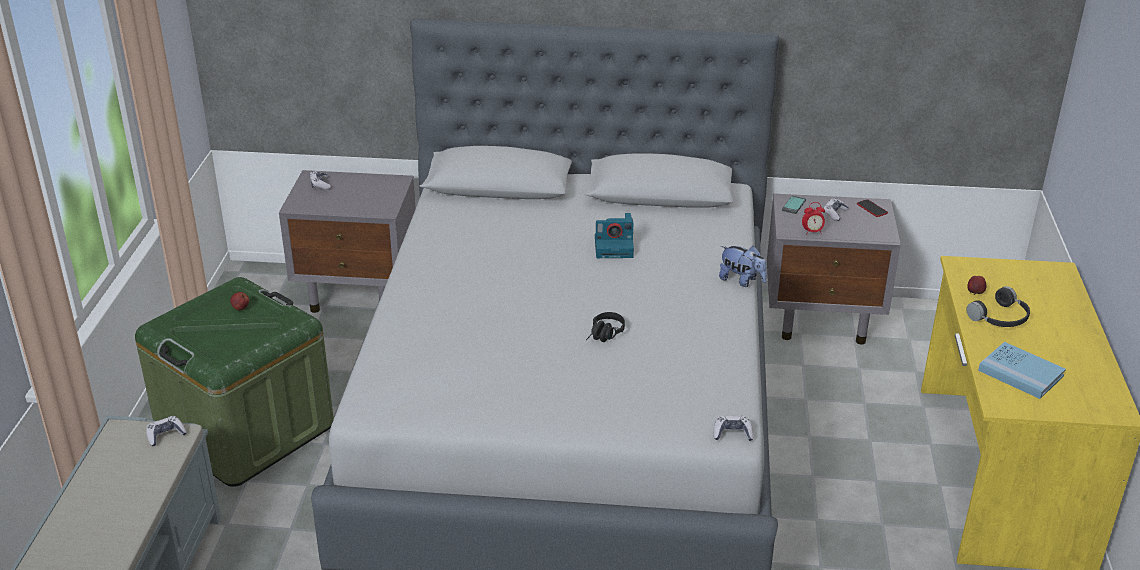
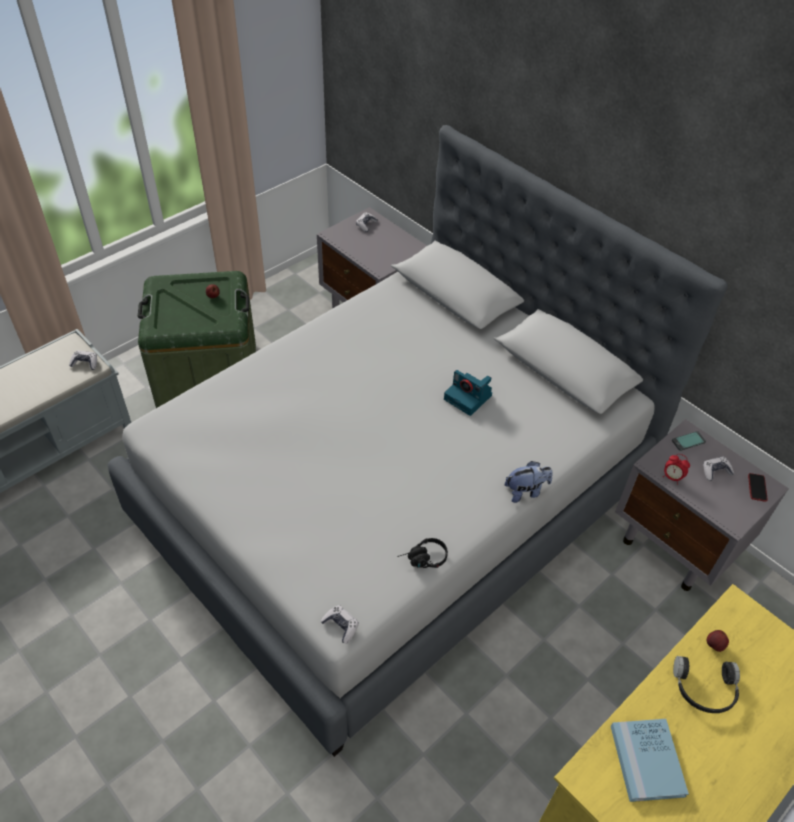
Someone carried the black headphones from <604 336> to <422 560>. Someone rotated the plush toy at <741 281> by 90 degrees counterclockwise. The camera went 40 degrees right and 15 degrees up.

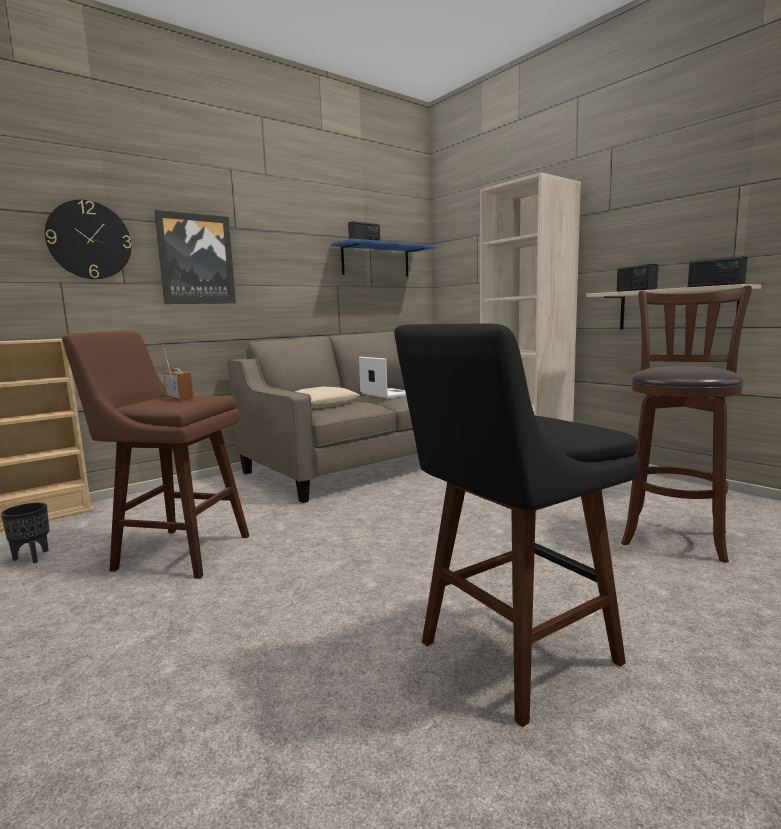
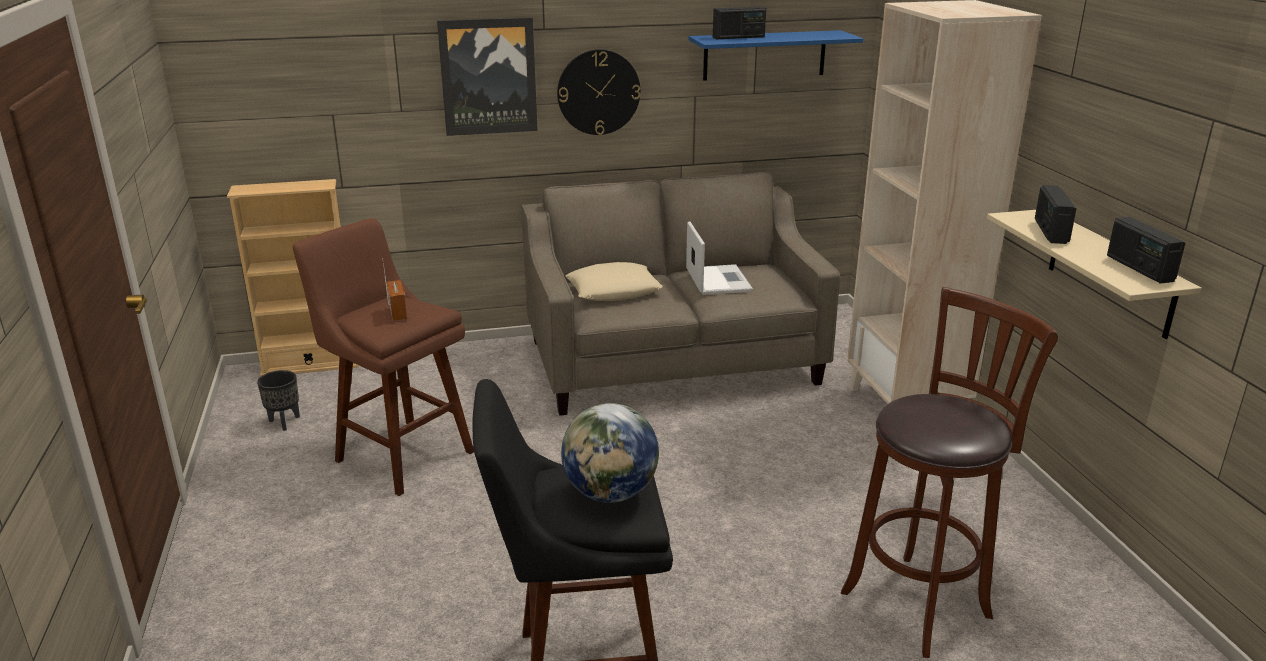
Someone put down the globe at <611 493>. Someone carried the wall clock from <89 240> to <598 92>. The camera went 25 degrees right and 15 degrees up.

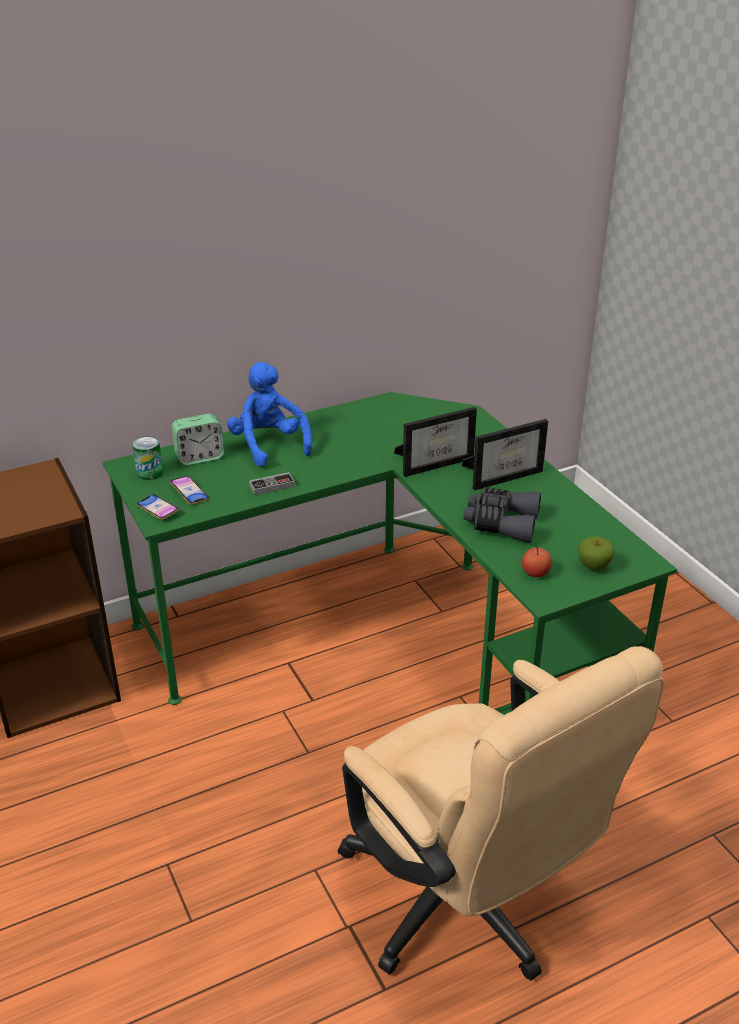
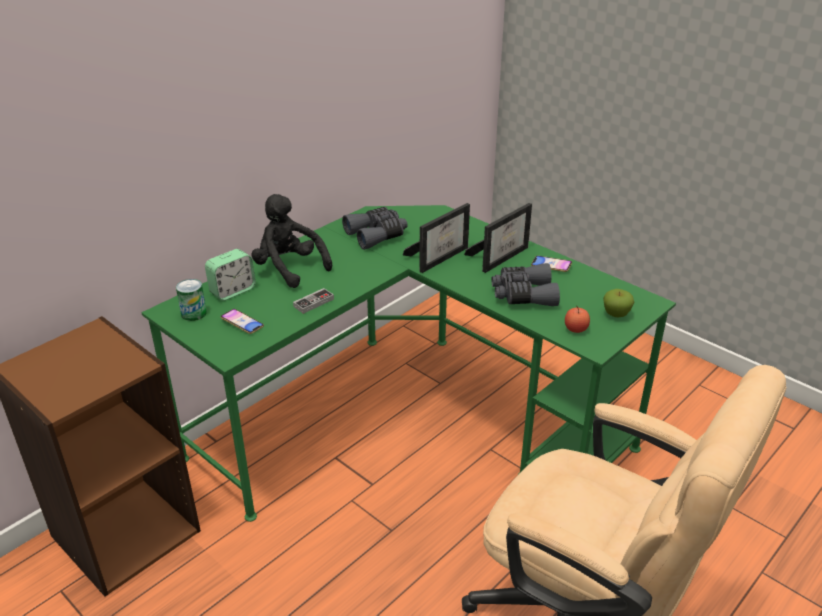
Someone put down the grey binoculars at <377 235>. Someone carried the phone from <158 510> to <551 266>. Someone repainted the blue plush toy at <269 445>, which became the black plush toy at <289 268>. The camera went 20 degrees left and 0 degrees up.

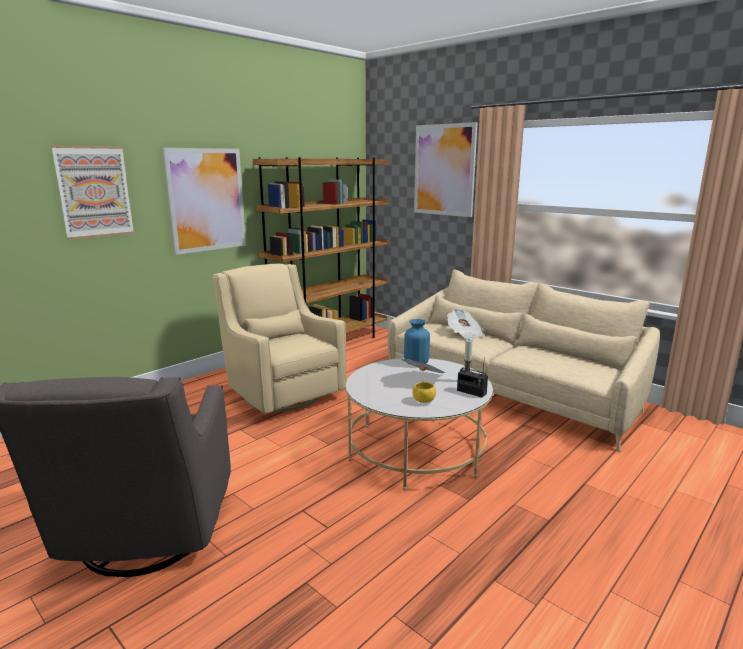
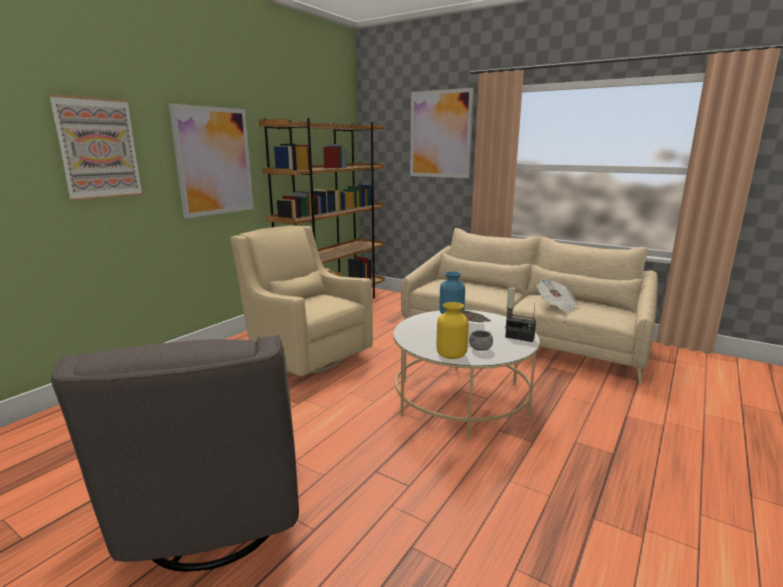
Someone put down the yellow vase at <451 355>. Someone carried the newspaper from <464 334> to <556 306>. Someone repainted the yellow bowl at <423 400>, which became the grey bowl at <480 349>. The camera went 10 degrees left and 0 degrees up.

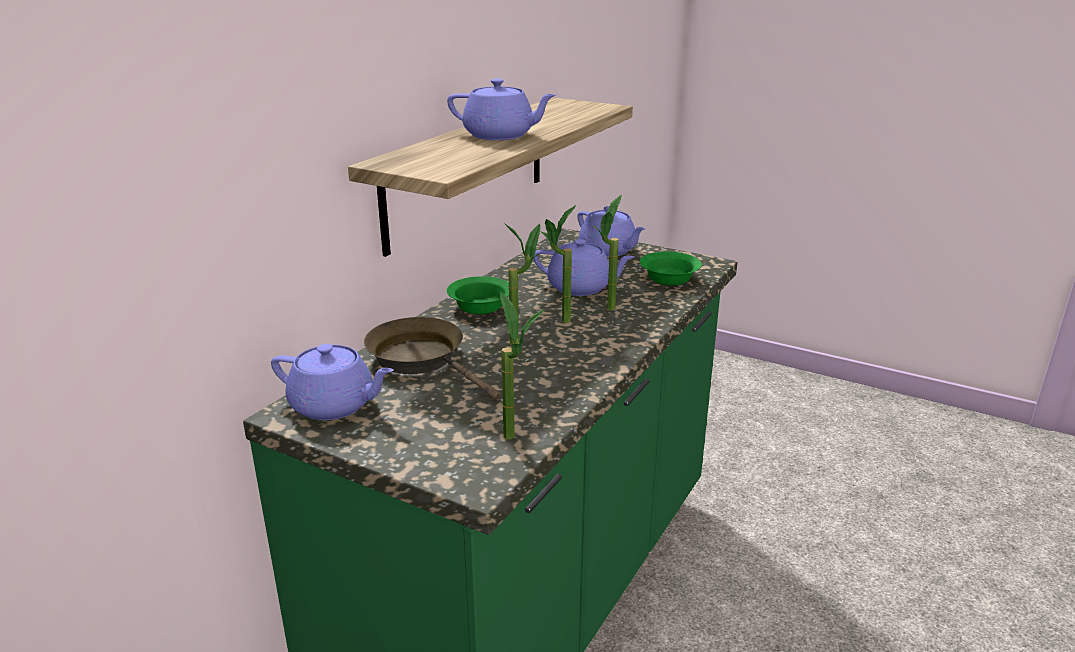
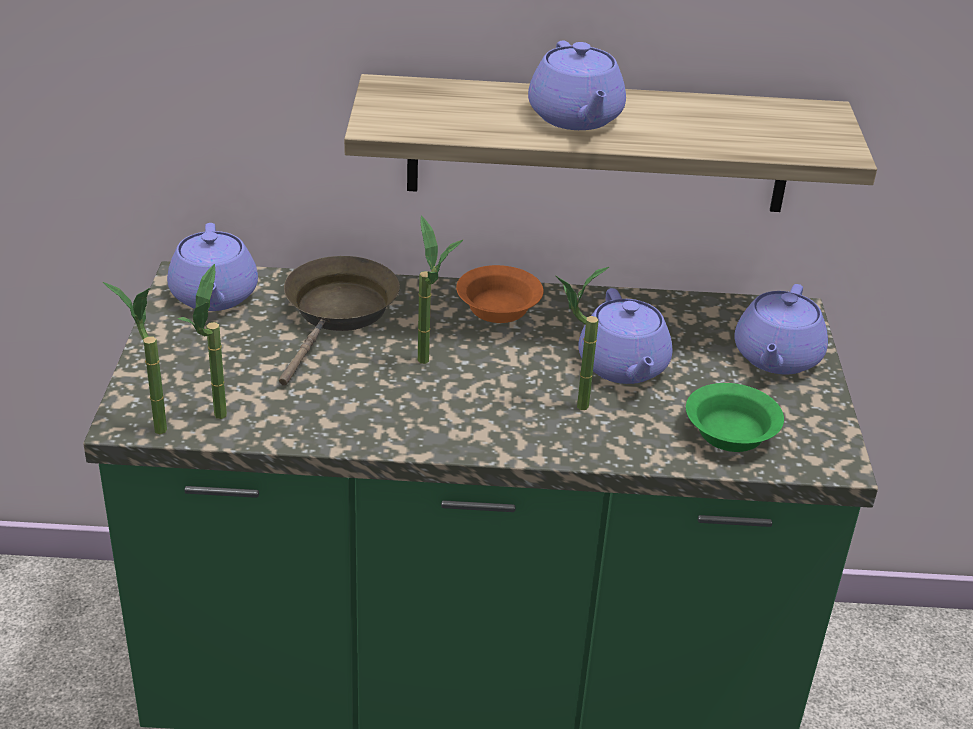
Someone carried the potted plant from <558 323> to <150 425>. Someone repainted the green bowl at <482 306>, which became the orange bowl at <499 310>. The camera went 60 degrees right and 10 degrees up.

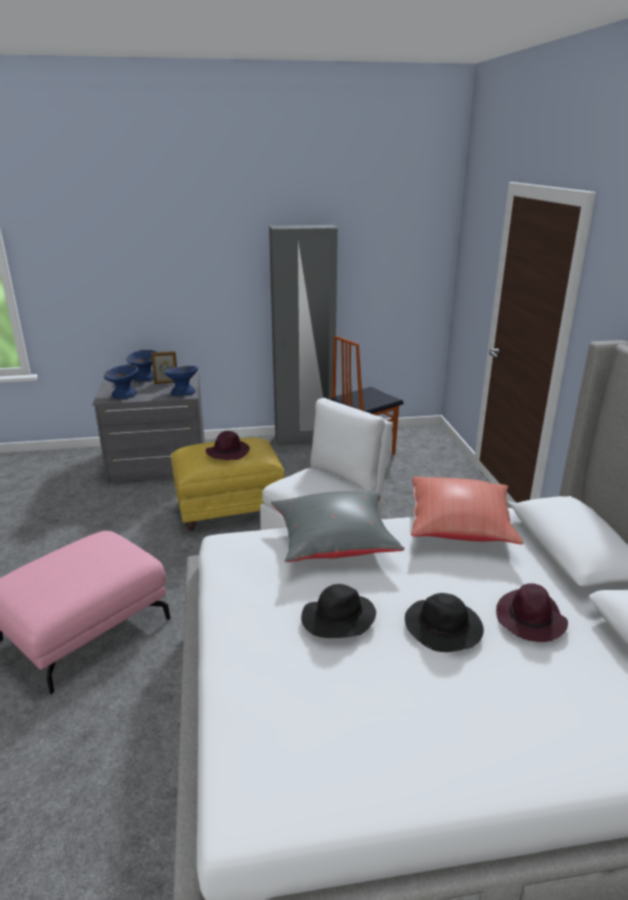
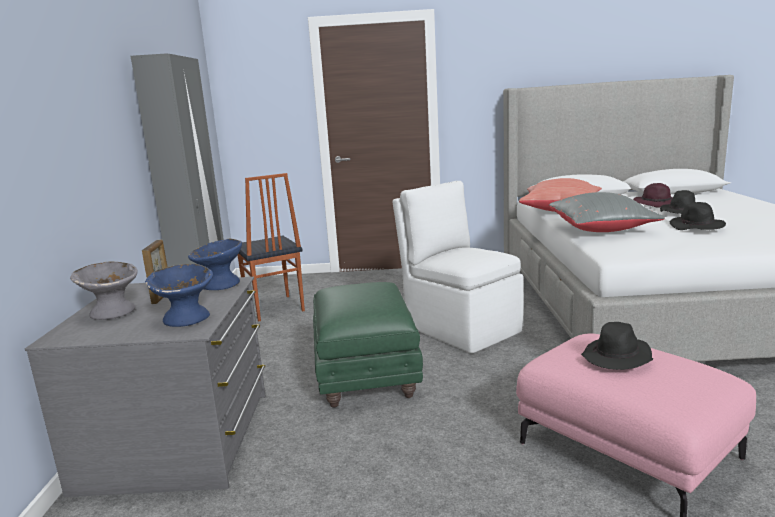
Someone took away the purple hat at <228 452>. Someone put down the black hat at <617 358>. Someone repainted the blue bowl at <145 377>, which became the grey bowl at <113 312>. Someone repainted the yellow ottoman at <229 508>, which became the green ottoman at <365 375>. The camera went 80 degrees left and 10 degrees down.

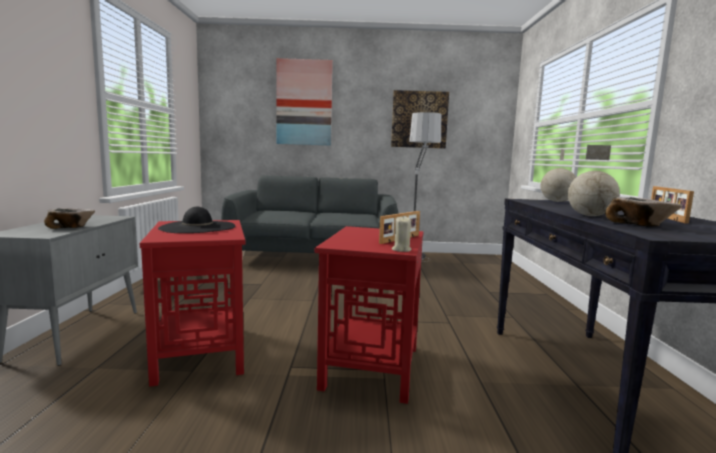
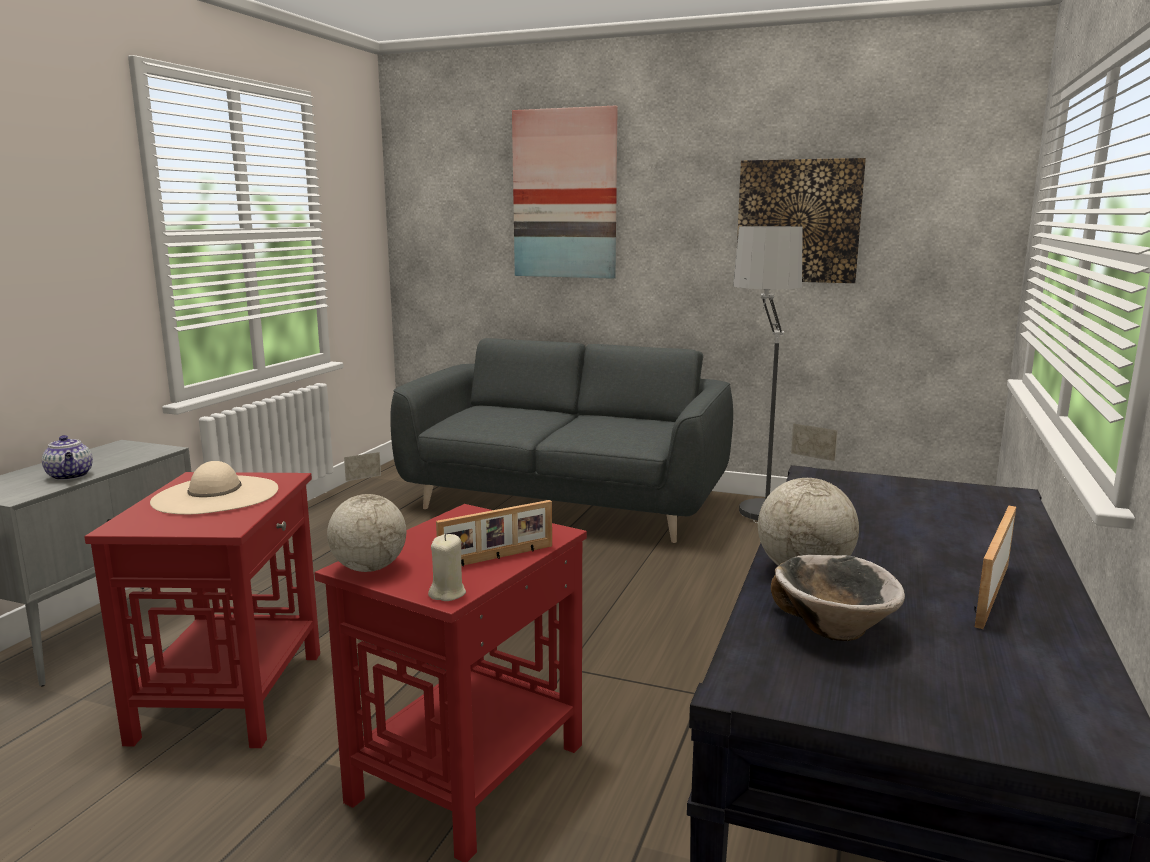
Someone carried the globe from <556 201> to <368 568>. Someone swapped the bowl at <72 227> for the teapot at <70 476>. Someone repainted the black hat at <198 227>, which became the beige hat at <216 495>. The camera went 20 degrees right and 5 degrees up.

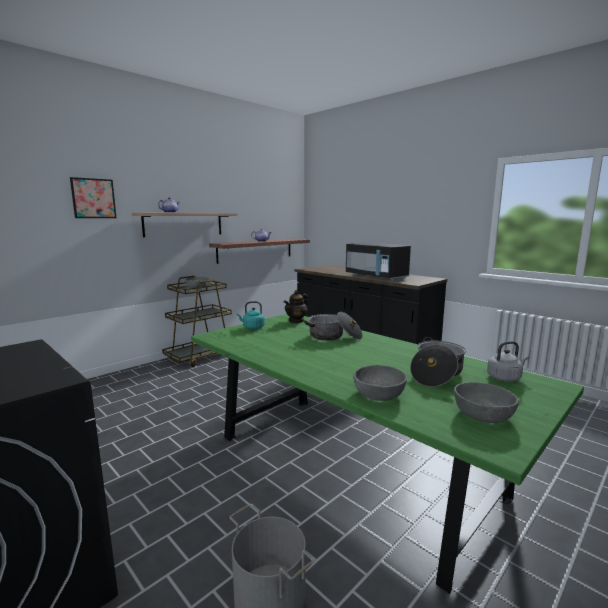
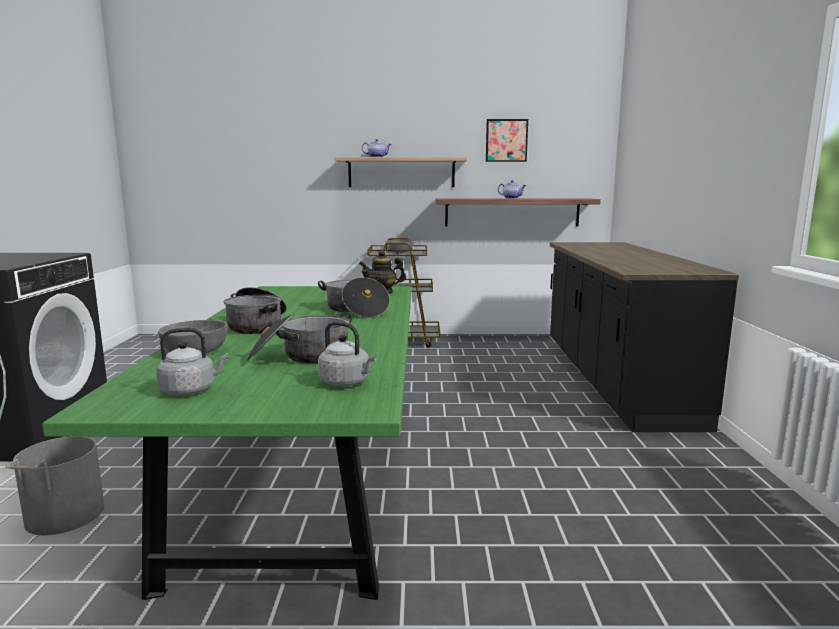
Someone took away the turquoise kettle at <252 327>. Someone took away the black microwave at <376 277>. Someone put down the cooking pot at <257 325>. Someone carried the picture from <93 198> to <506 140>. Someone swapped the grey bowl at <483 415> for the grey kettle at <191 390>. The camera went 45 degrees right and 0 degrees up.

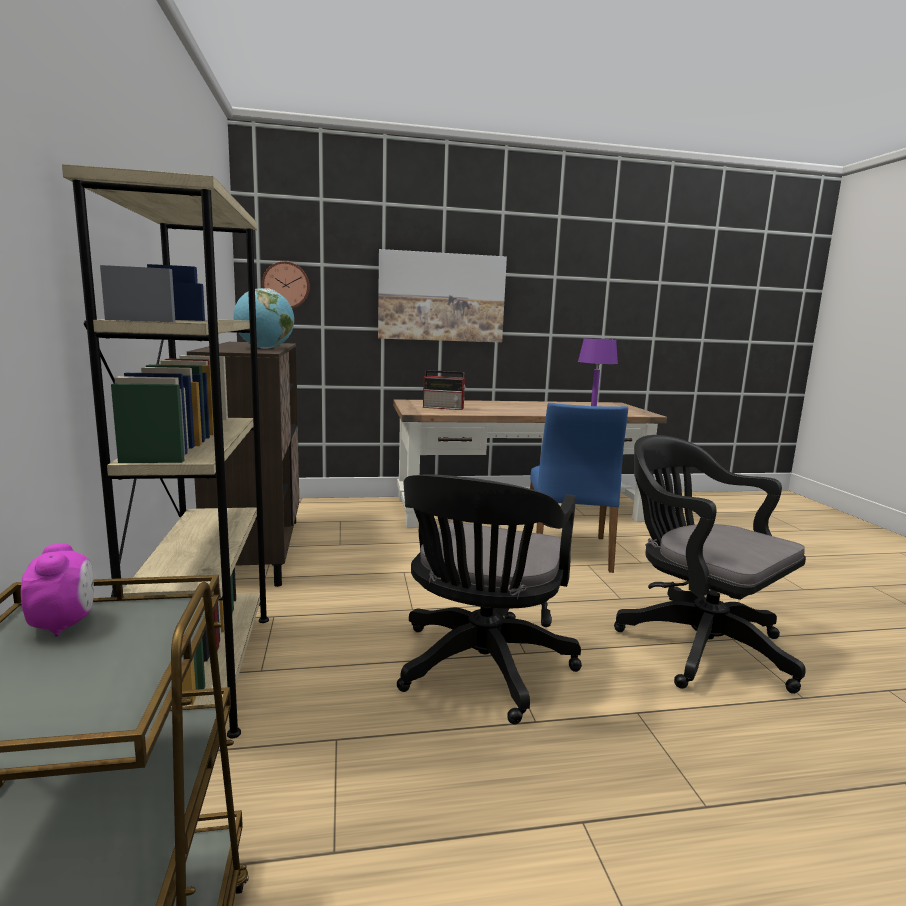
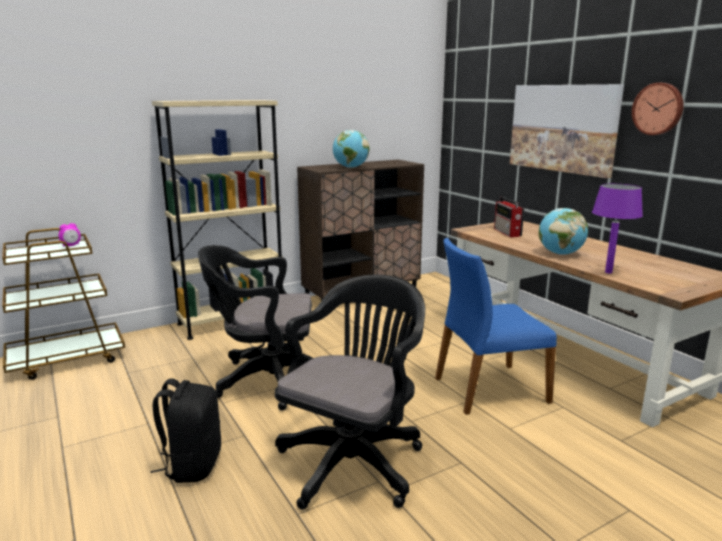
Someone put down the black backpack at <192 465>. Someone put down the globe at <560 254>. Someone carried the wall clock from <286 285> to <658 109>. The camera went 70 degrees right and 5 degrees up.

